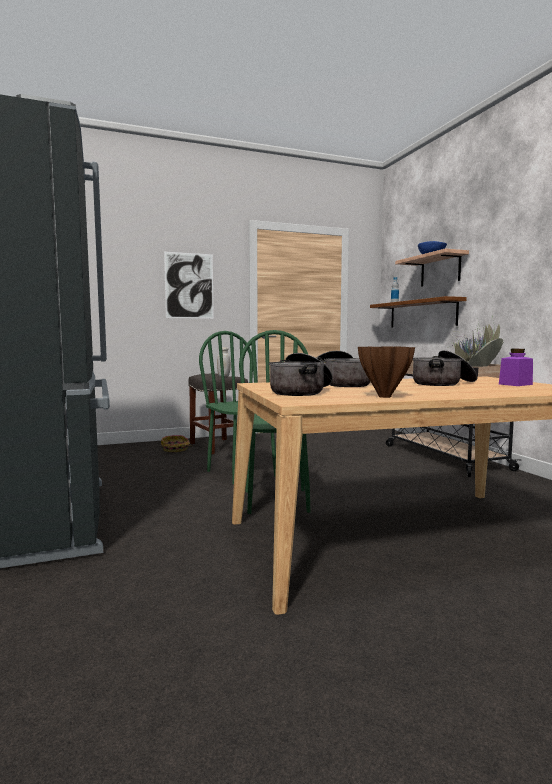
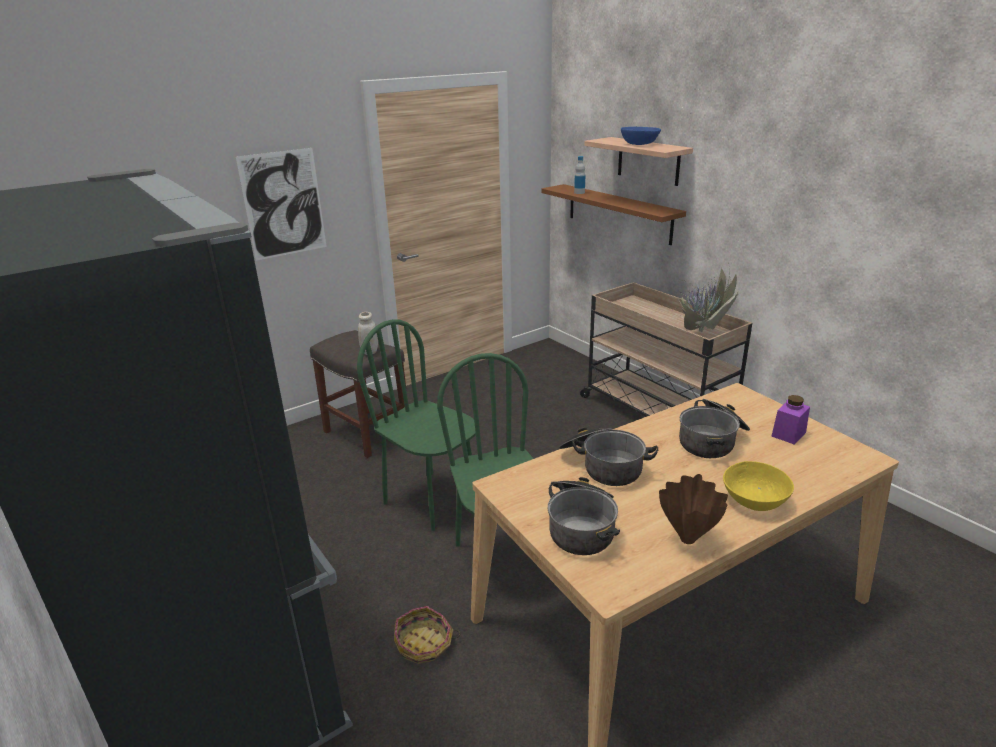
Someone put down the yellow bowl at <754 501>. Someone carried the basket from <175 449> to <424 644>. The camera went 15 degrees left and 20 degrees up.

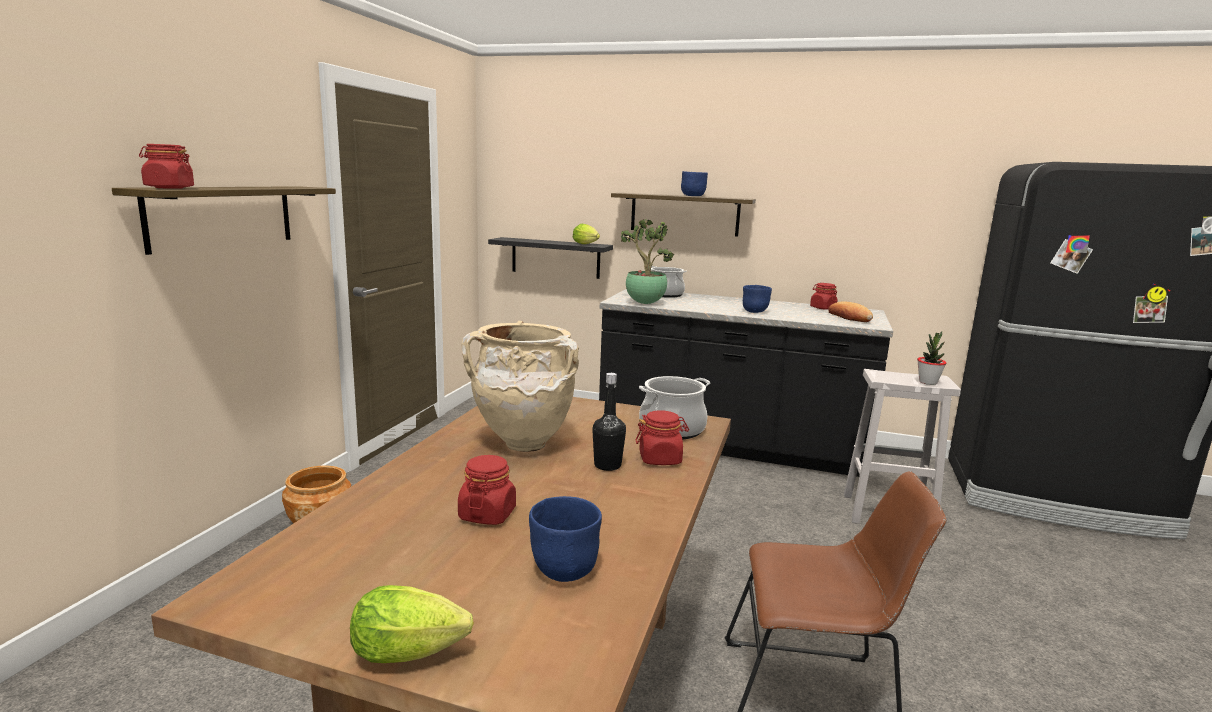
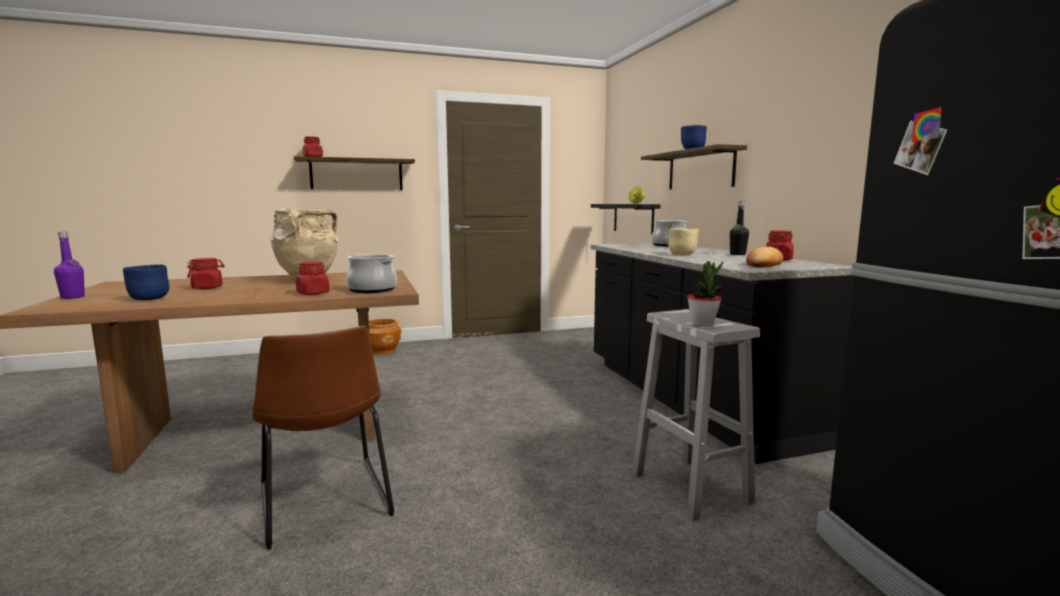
Someone took away the potted plant at <644 303>. Someone carried the black bottle from <607 465> to <737 254>. Someone swapped the lettuce at <415 653> for the purple bottle at <72 297>. Someone repainted the blue bowl at <755 311>, which became the beige bowl at <682 254>. The camera went 55 degrees right and 5 degrees down.

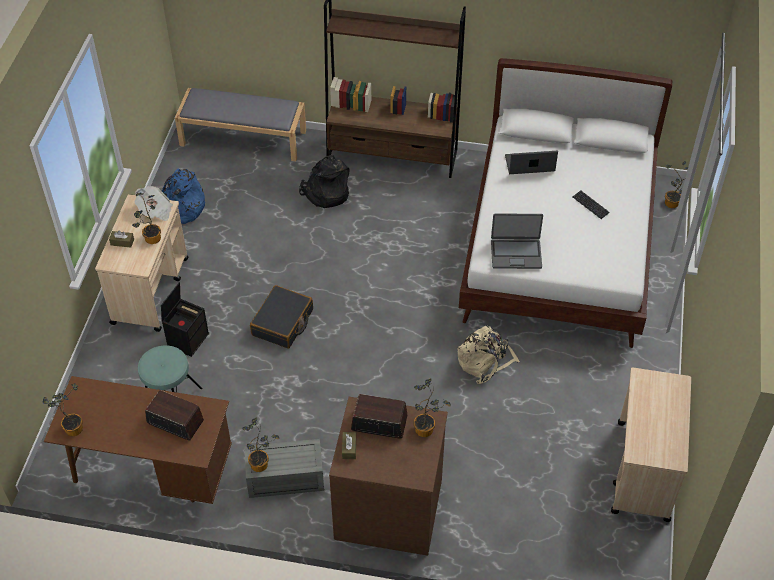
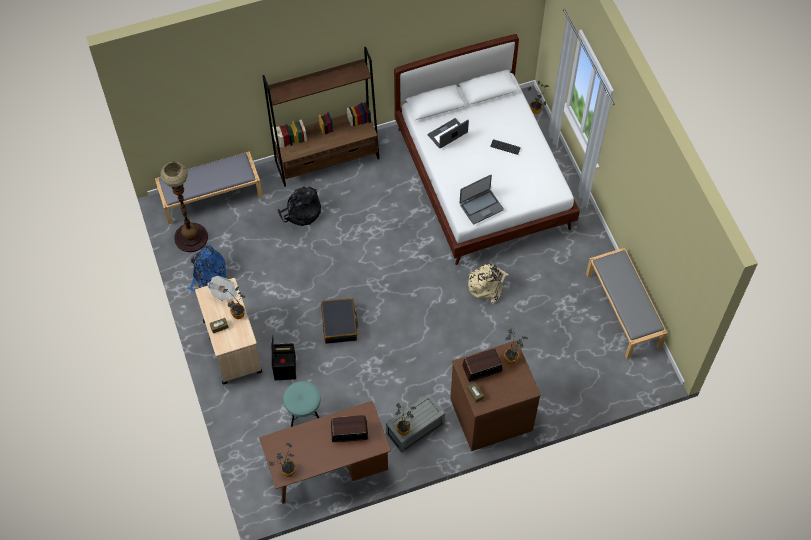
Someone put down the floor lamp at <191 237>. Someone swapped the beige cart at <642 471> for the grey bench at <624 310>. The camera went 30 degrees left and 10 degrees up.

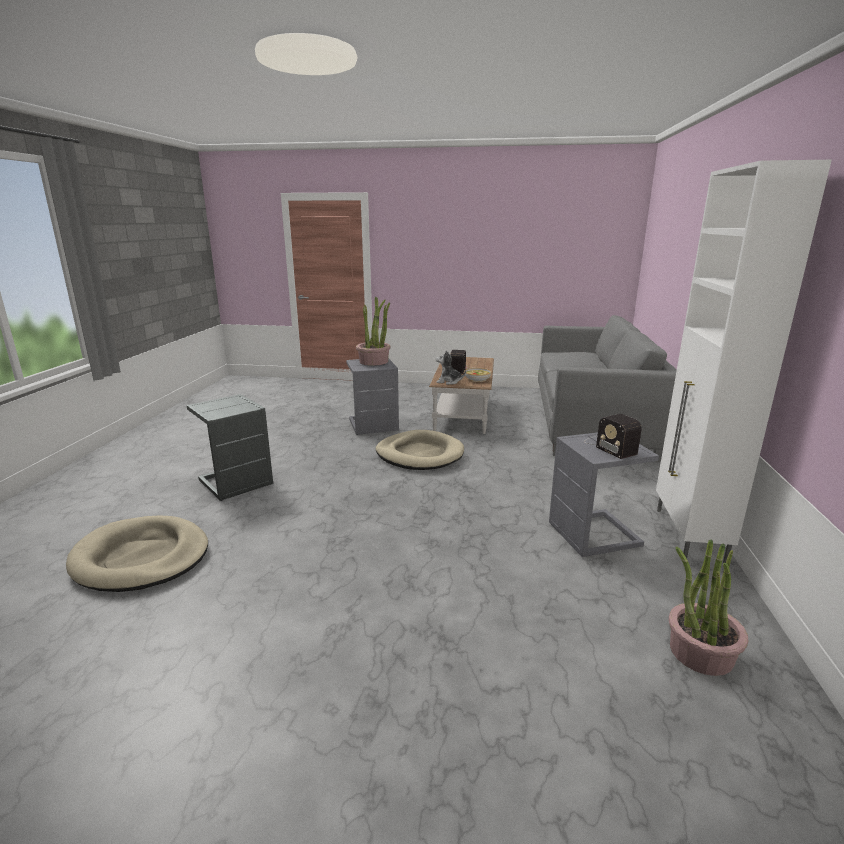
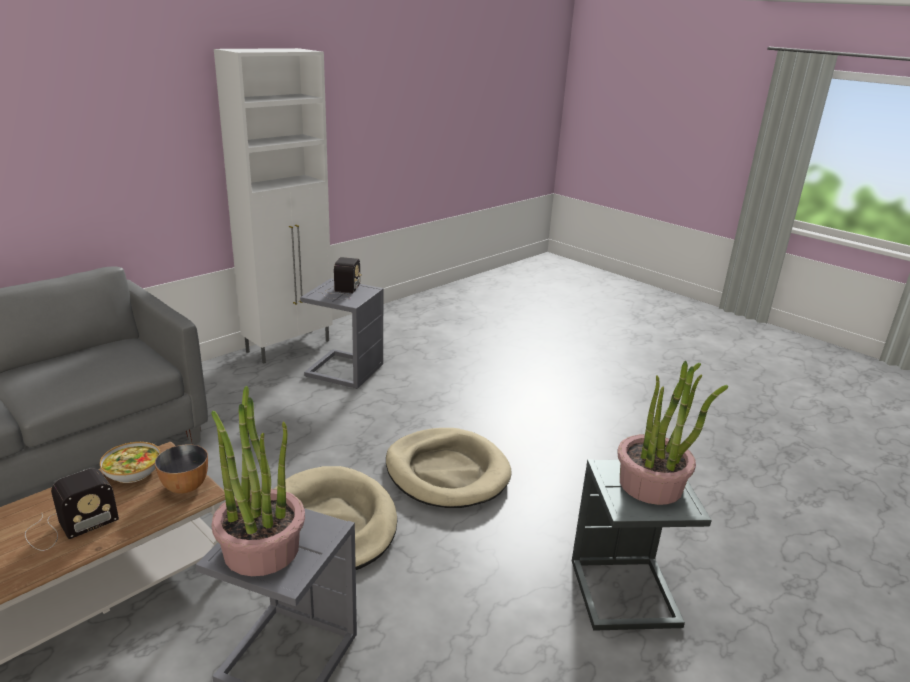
Someone carried the beige dog bed from <141 558> to <447 472>. Someone carried the potted plant from <700 652> to <651 485>. Someone swapped the plush toy at <449 382> for the bowl at <186 486>. The camera went 145 degrees left and 5 degrees up.

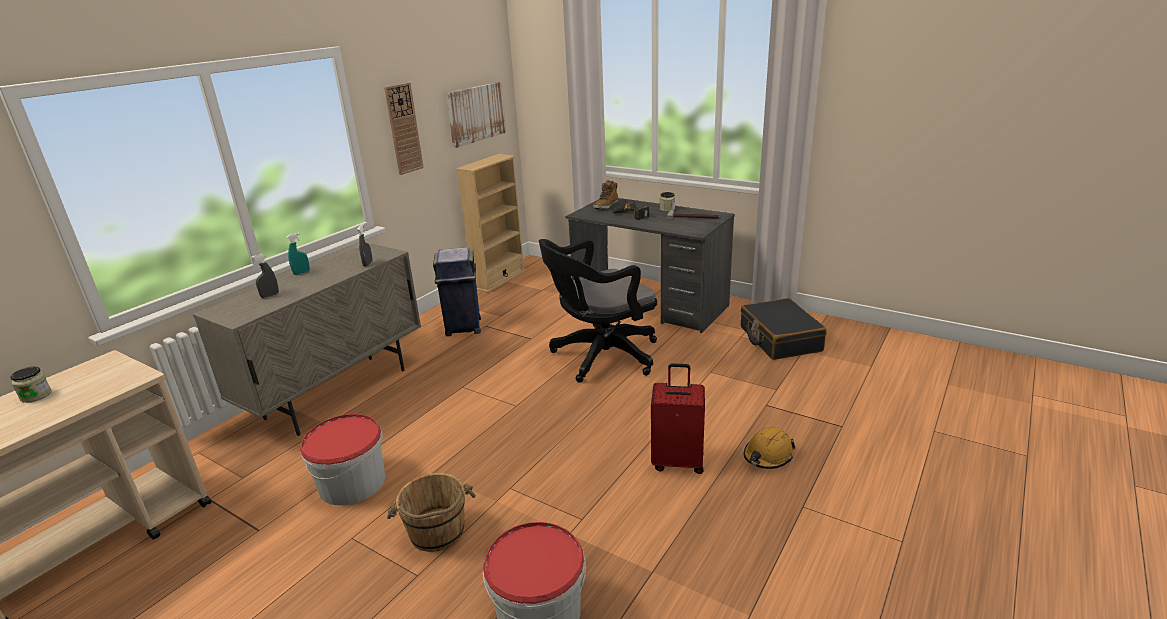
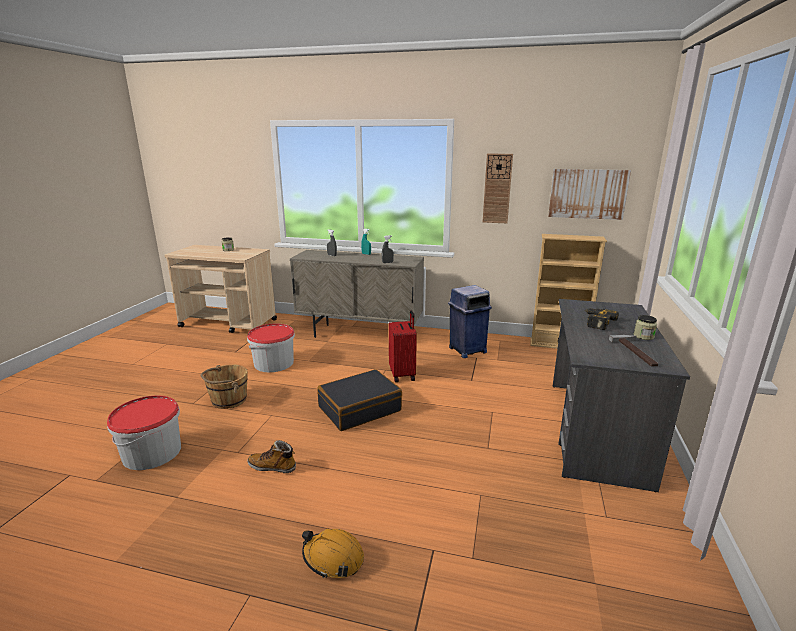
Someone took away the black office chair at <600 357>. Someone carried the boot from <606 206> to <272 467>. Someone carried the red suitcase from <678 461> to <403 374>. Someone carried the black suitcase from <779 339> to <359 409>. The camera went 70 degrees right and 5 degrees down.

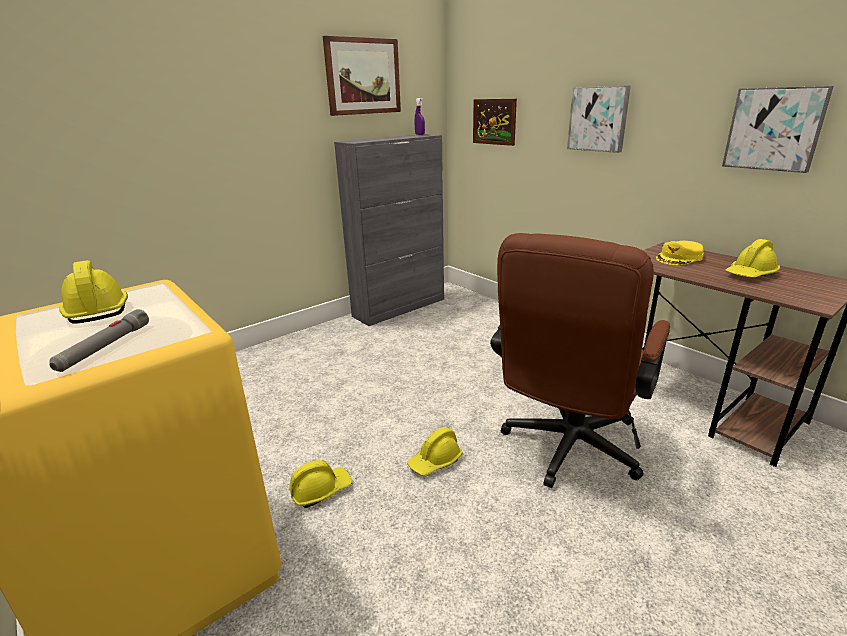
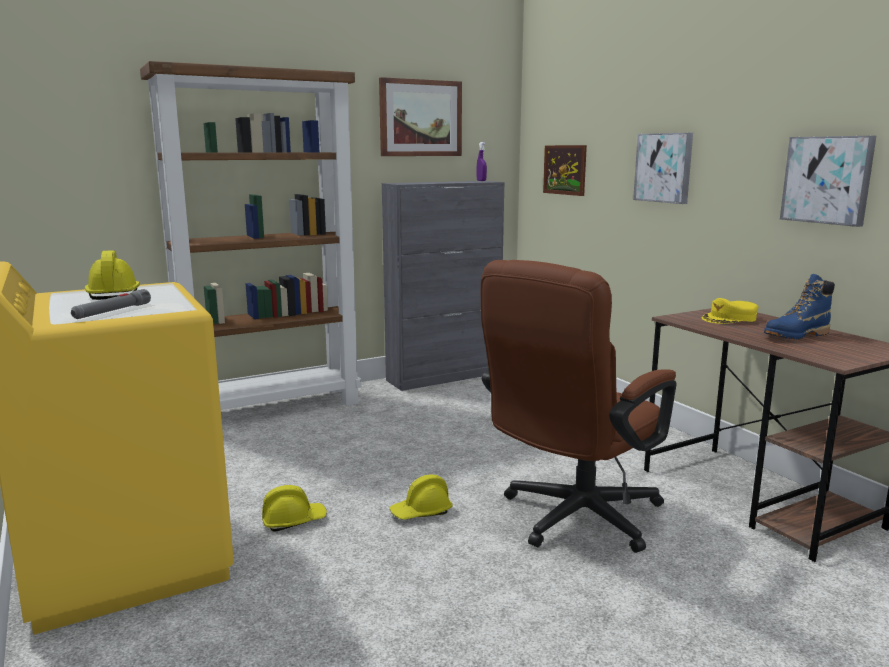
Someone put down the brown bookcase at <273 408>. Someone swapped the yellow hard hat at <750 274> for the blue boot at <795 336>. The camera went 10 degrees right and 10 degrees down.

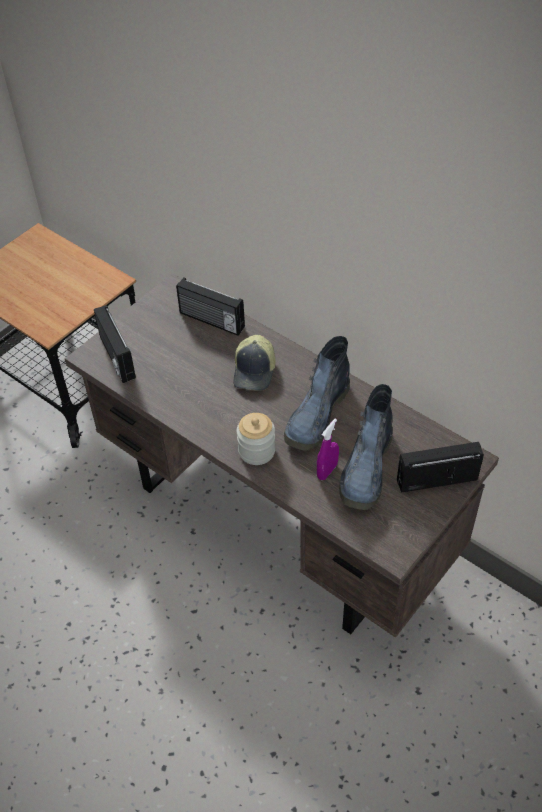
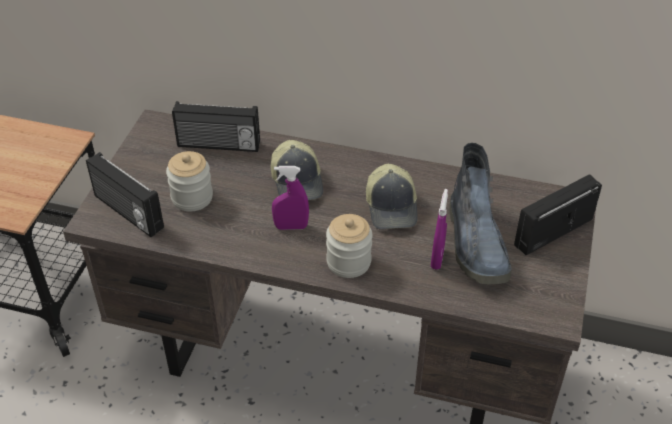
Someone put down the jar at <192 197>. Someone put down the purple spray bottle at <291 226>. Someone swapped the boot at <317 416> for the cap at <392 207>. The camera went 25 degrees left and 5 degrees down.

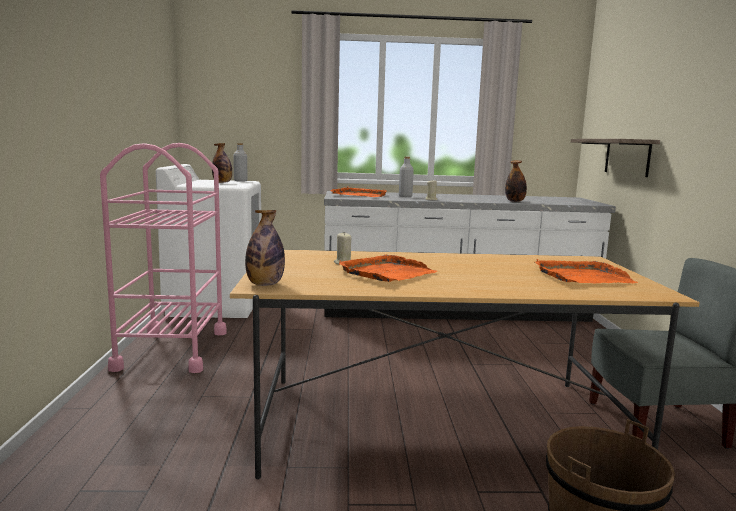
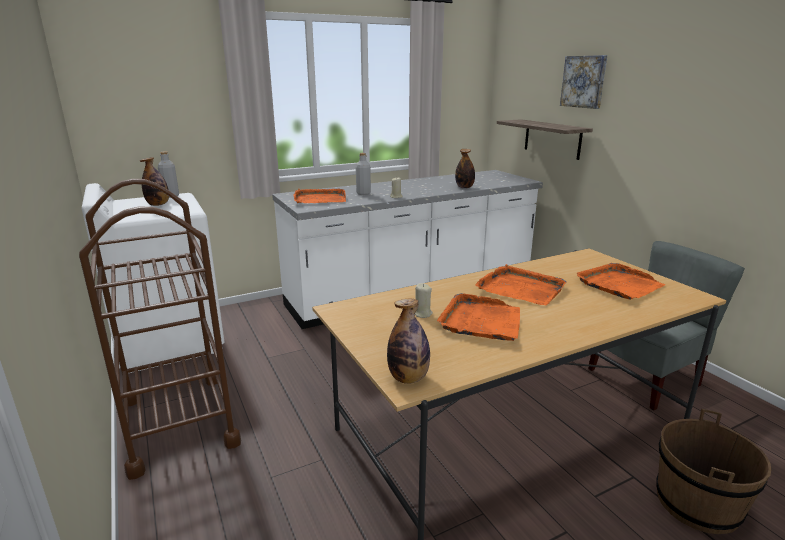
Someone put down the orange tray at <520 288>. Someone put up the picture at <584 81>. Someone repainted the pink cart at <172 350>, which became the brown cart at <179 422>. The camera went 25 degrees left and 10 degrees up.

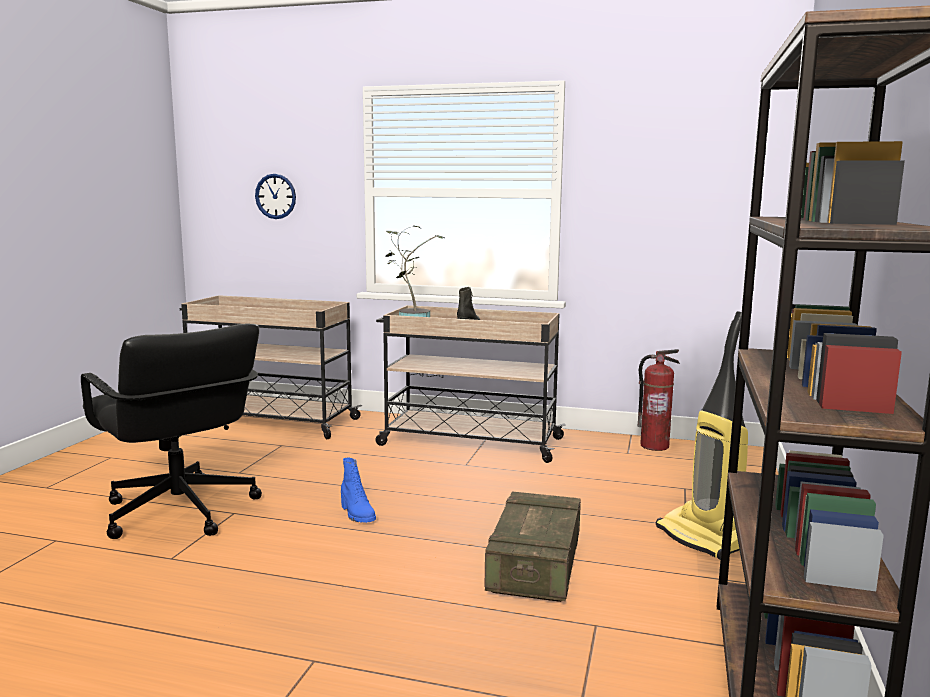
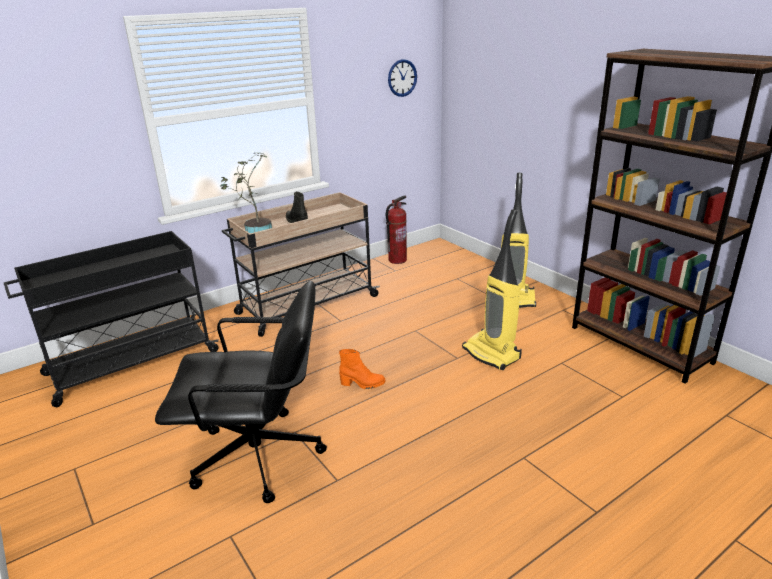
Someone carried the wall clock from <275 196> to <402 78>. Someone swapped the crate at <535 566> for the vacuum cleaner at <492 354>. Someone repainted the beige cart at <269 421>, which became the black cart at <130 363>. Someone repainted the blue boot at <357 514>, which became the orange boot at <362 384>. The camera went 50 degrees left and 15 degrees up.

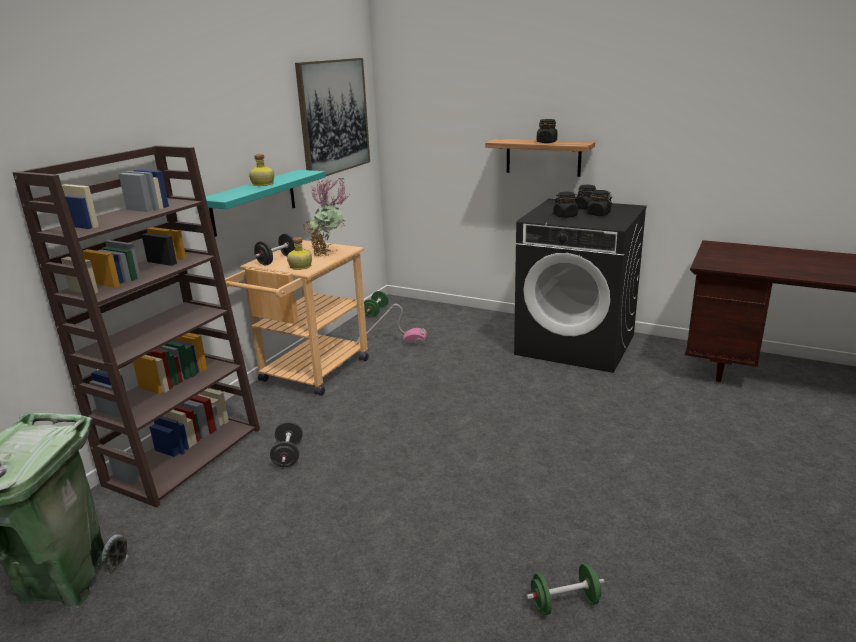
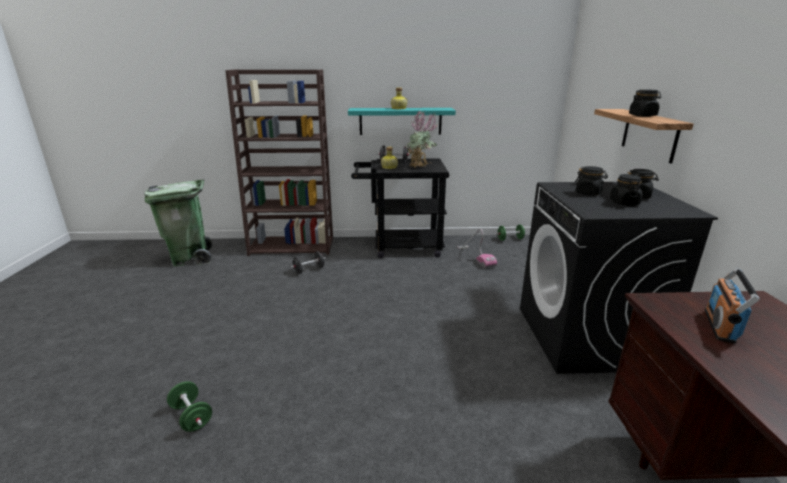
Someone took away the picture at <333 117>. Someone put down the radio at <720 326>. Someone repainted the beige cart at <309 374>, which became the black cart at <400 247>. The camera went 60 degrees right and 0 degrees up.

